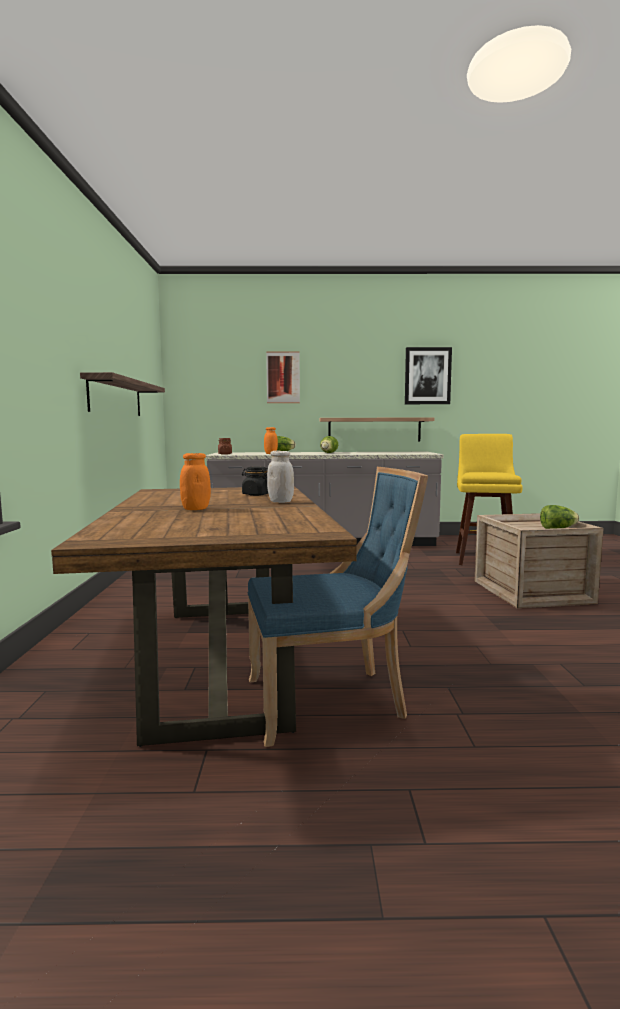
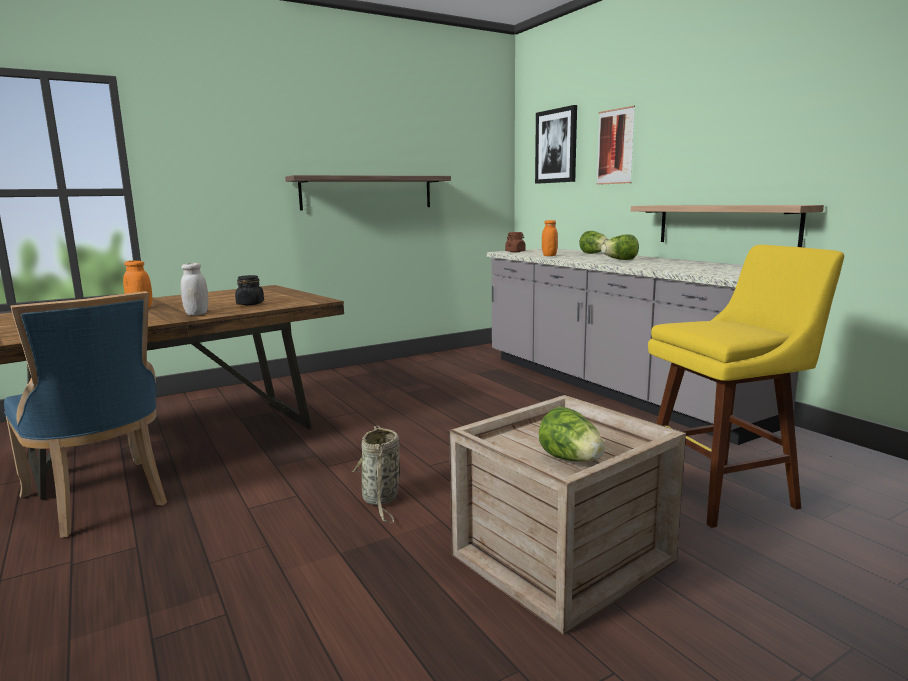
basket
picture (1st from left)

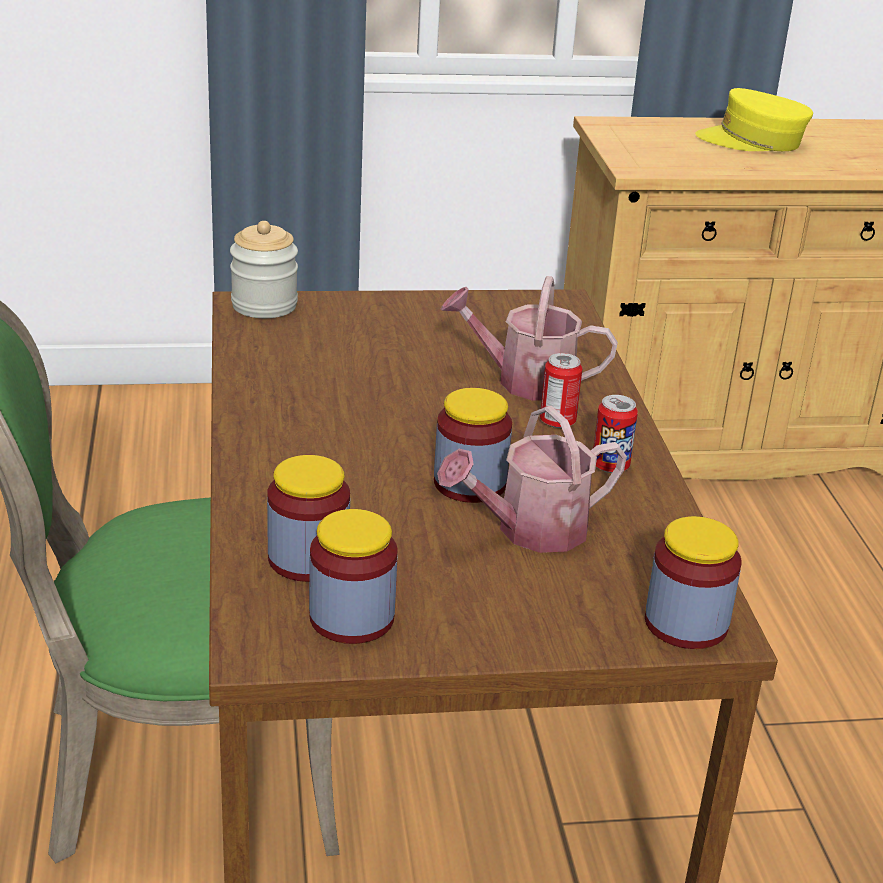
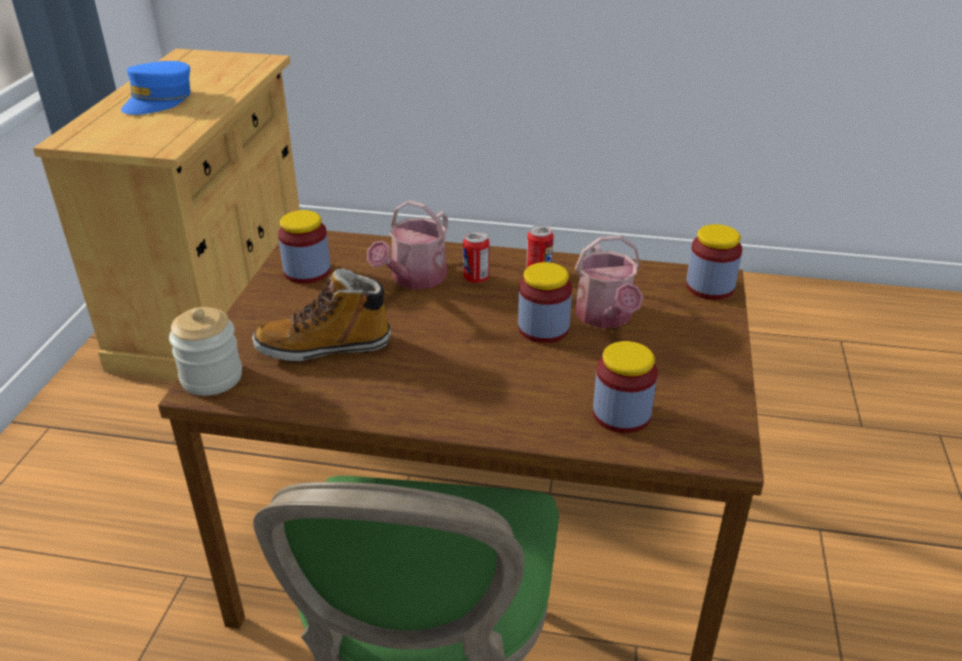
cap (blue)
boot
jar (2nd from left)

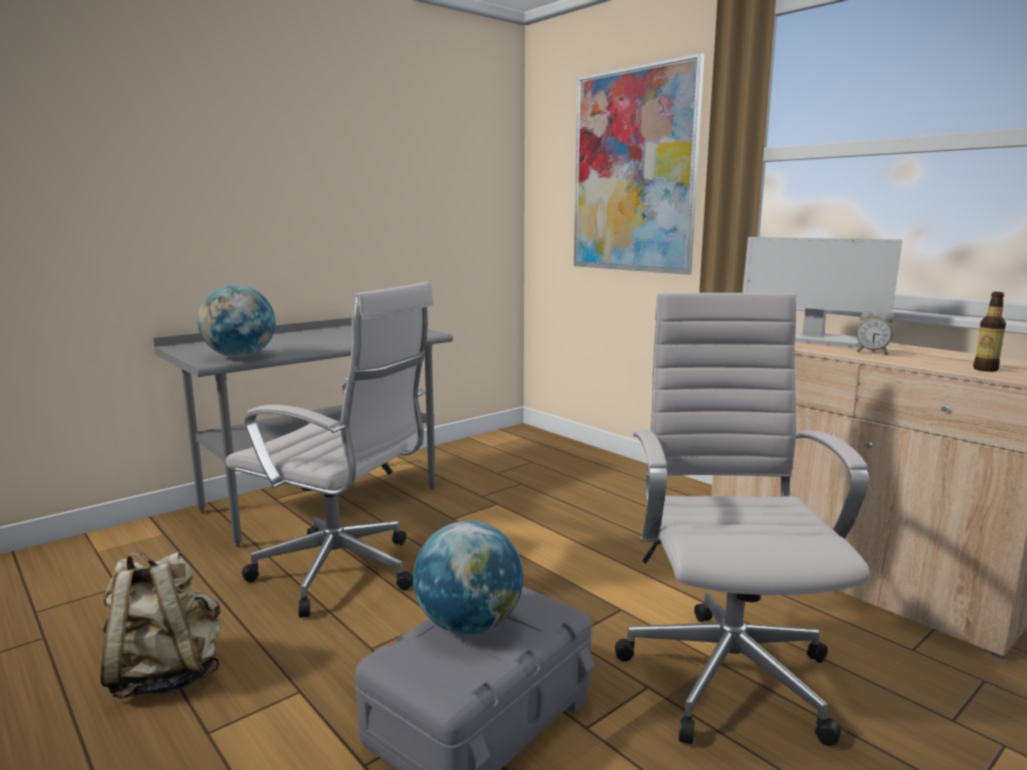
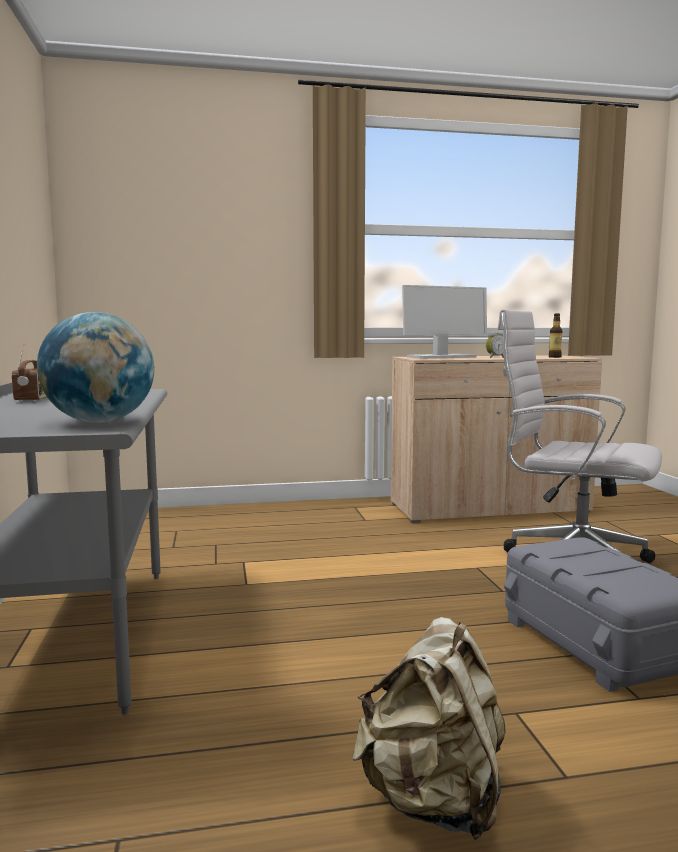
radio
office chair (white) (1st from left in the first image)
globe (2nd from left in the first image)
picture

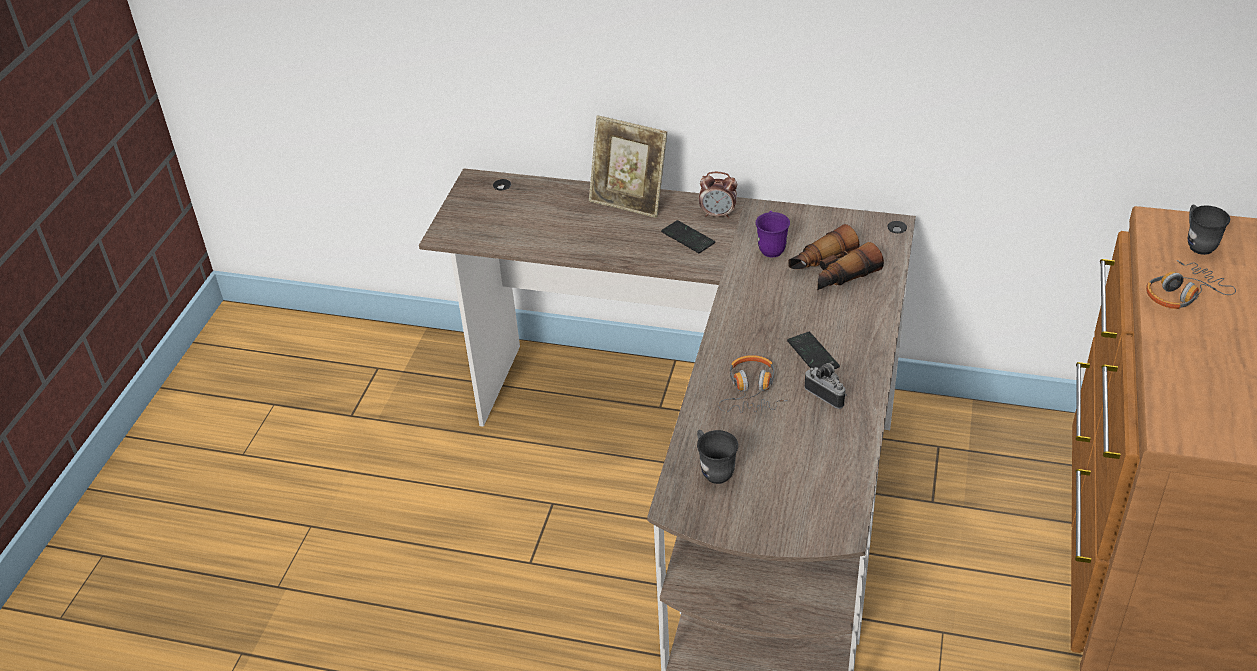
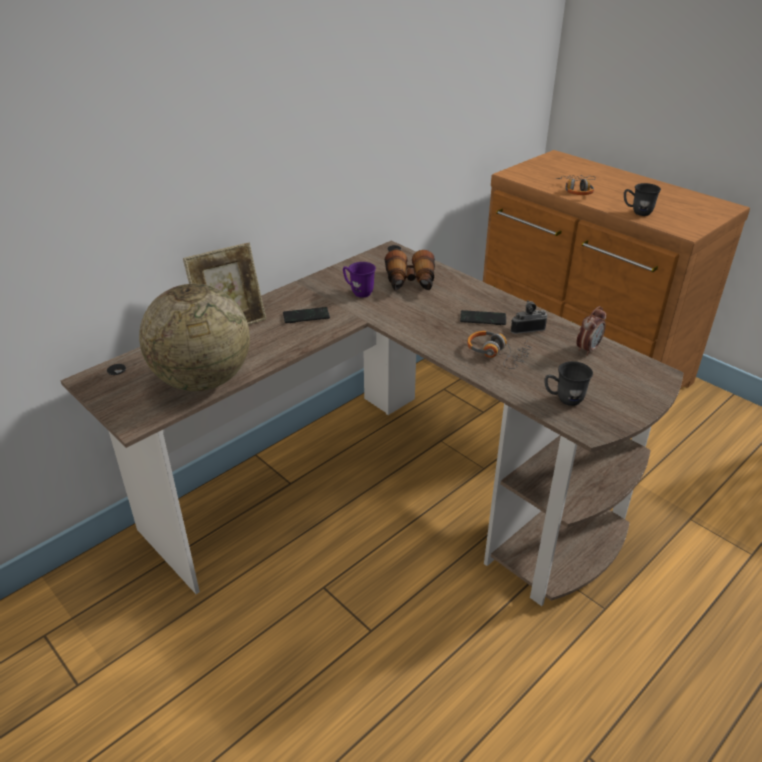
globe
alarm clock
mug (grey) (2nd from left)

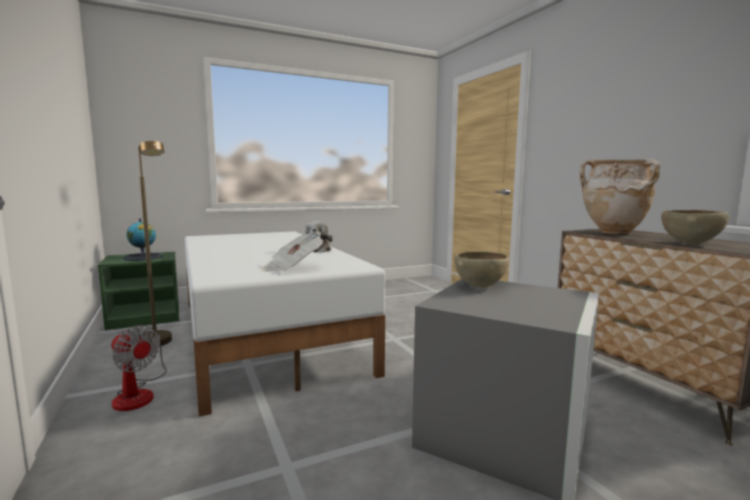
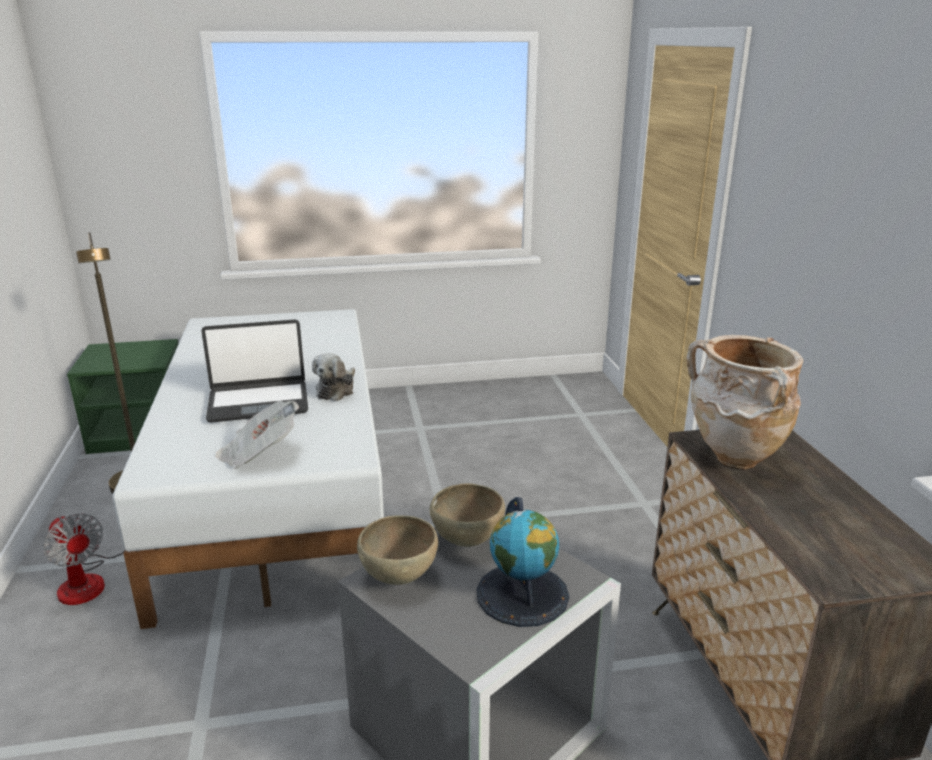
laptop
bowl (brown) (1st from left)
globe

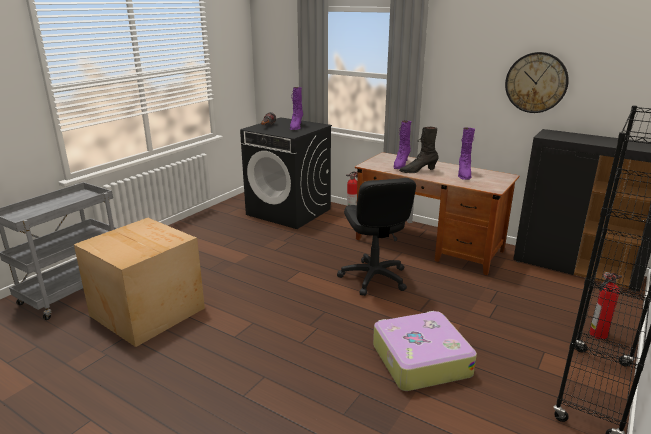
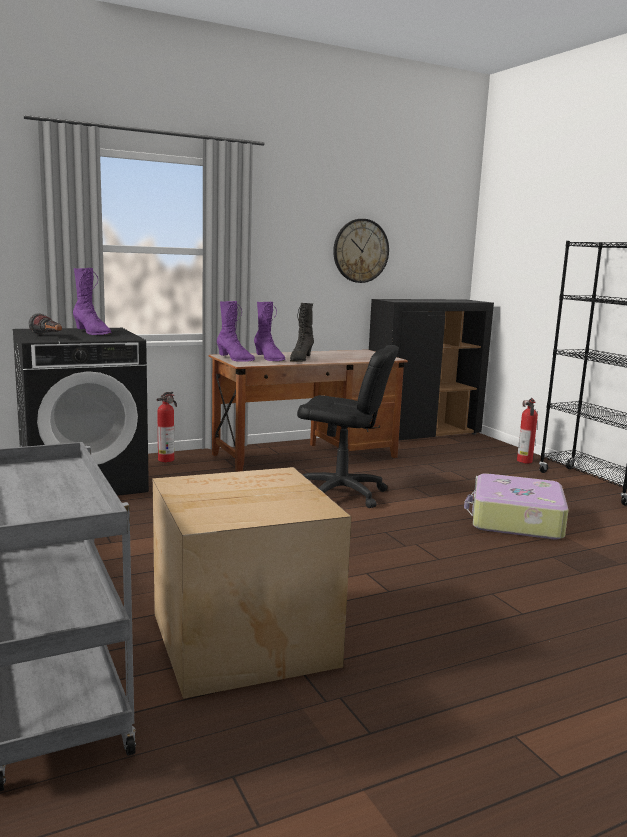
boot (purple) (2nd from left)

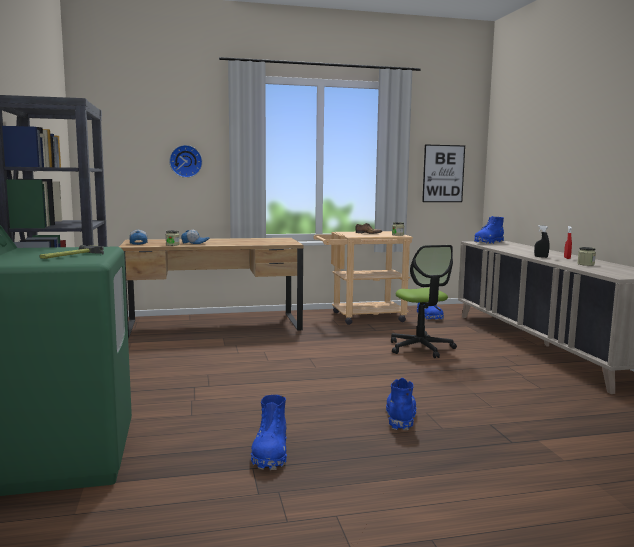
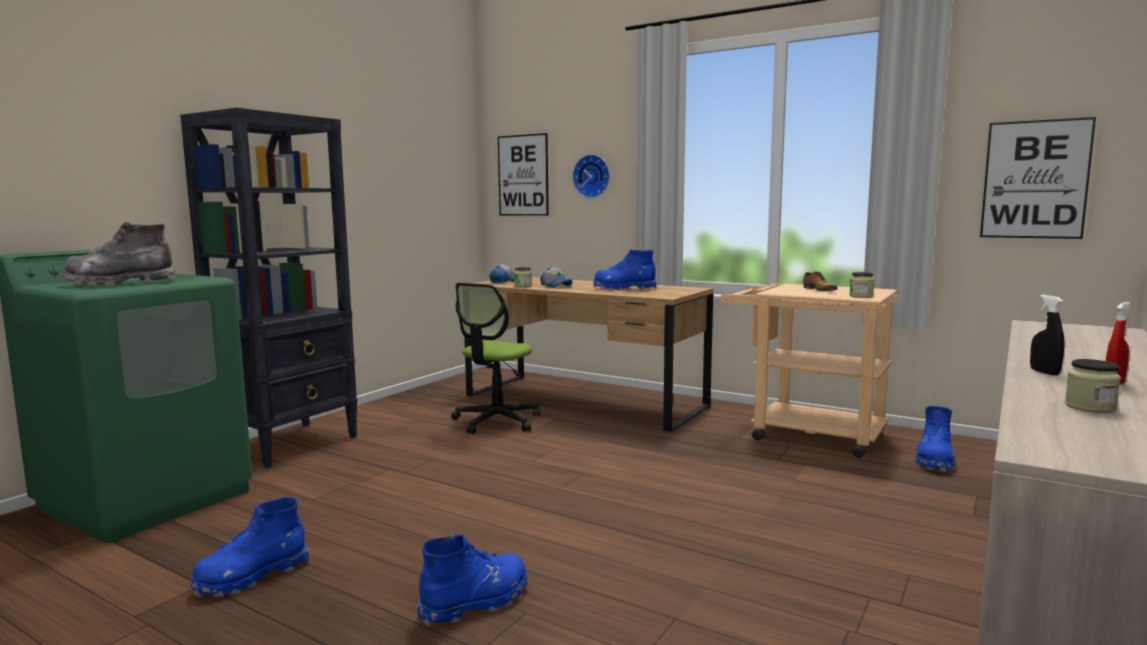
boot (grey)
office chair
picture (1st from left)
boot (blue) (3rd from left)

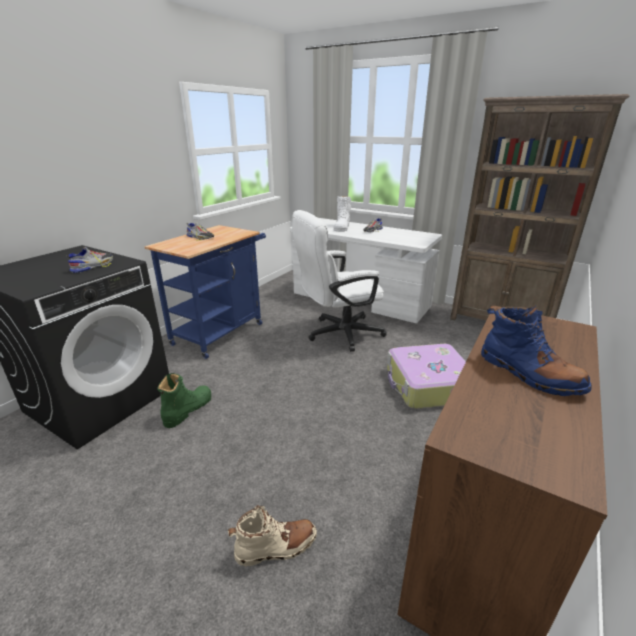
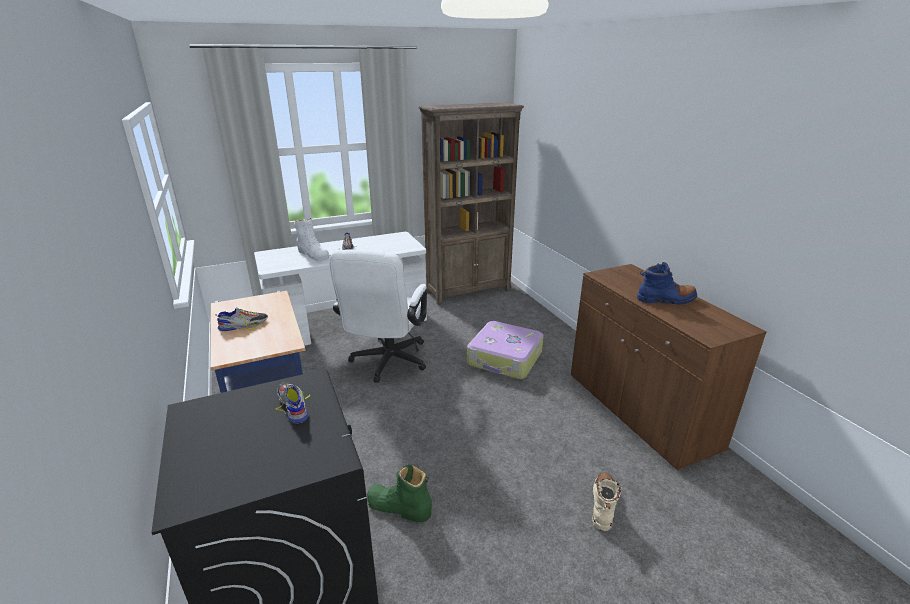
boot (green)

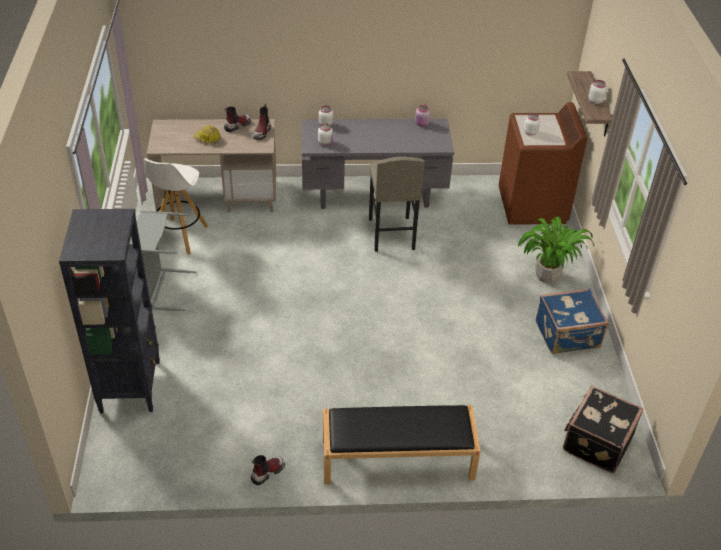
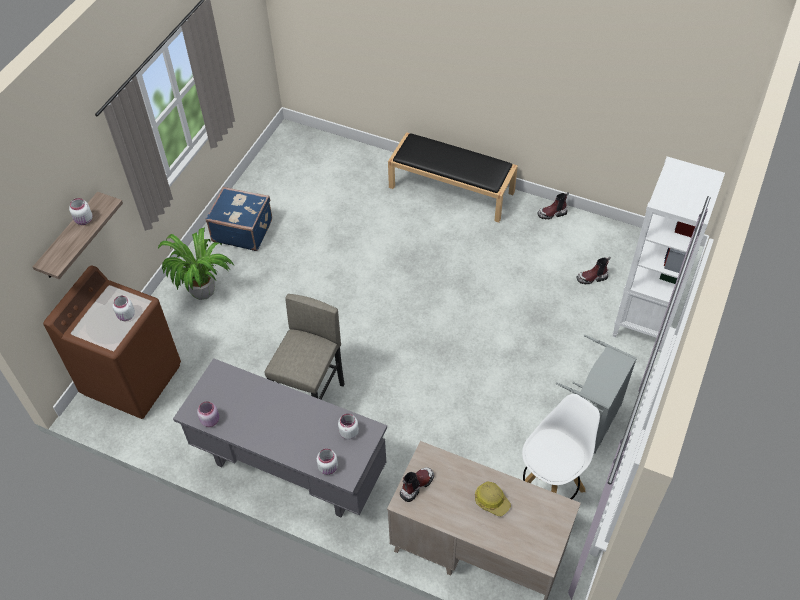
boot (3rd from left)
bookcase (white)
suitcase (black)

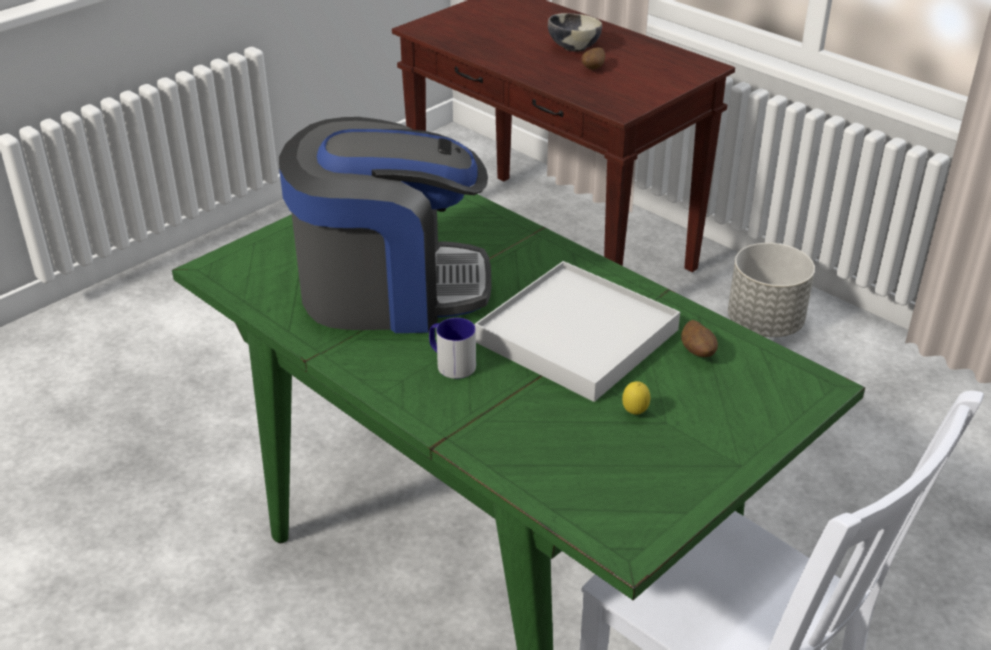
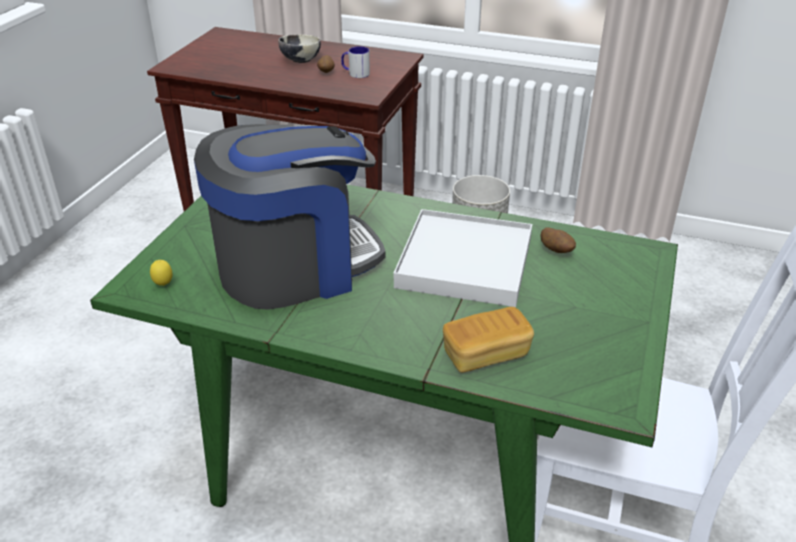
lemon
mug
bread

